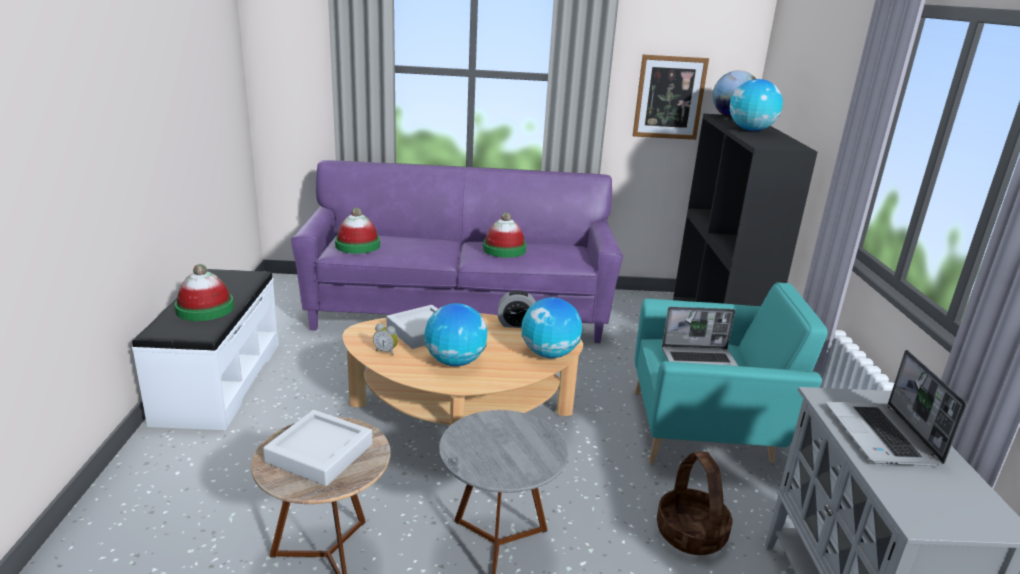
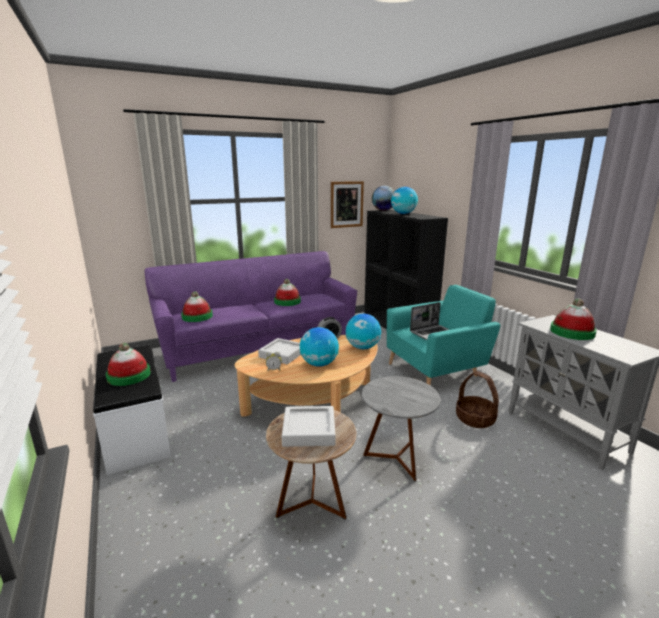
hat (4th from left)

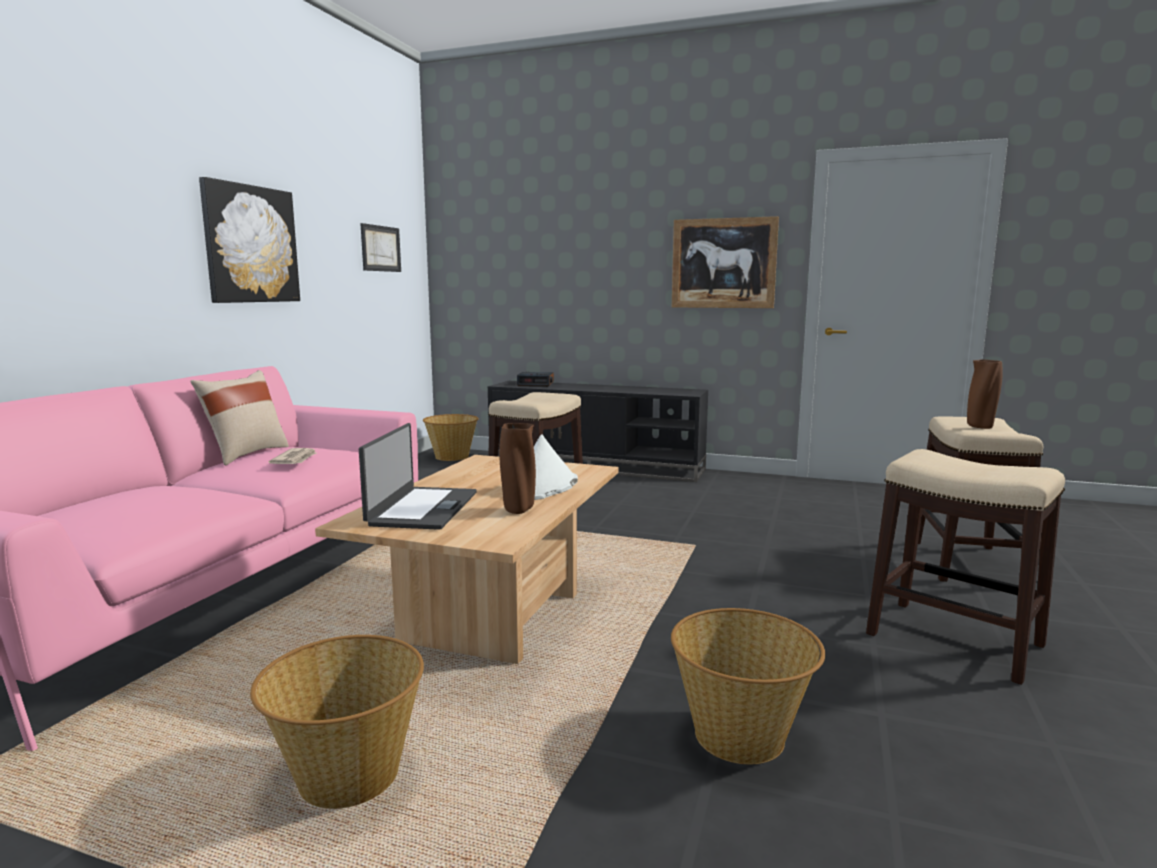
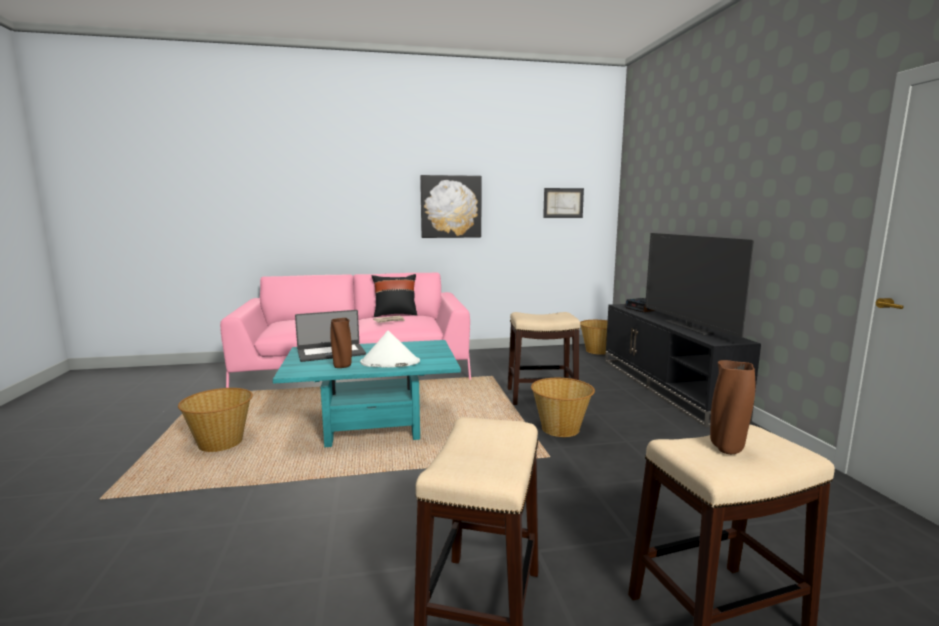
coffee table (turquoise)
pillow (black)
basket (2nd from left)
television
picture (3rd from left in the first image)

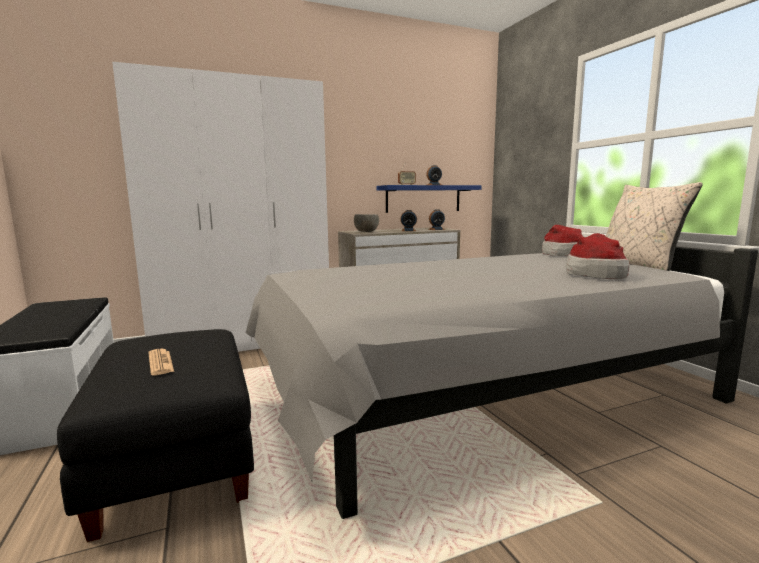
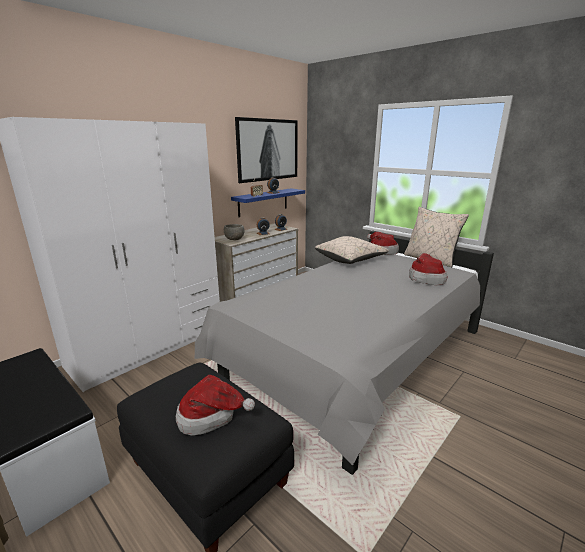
hat (1st from left)
picture
pillow (beige) (1st from left)

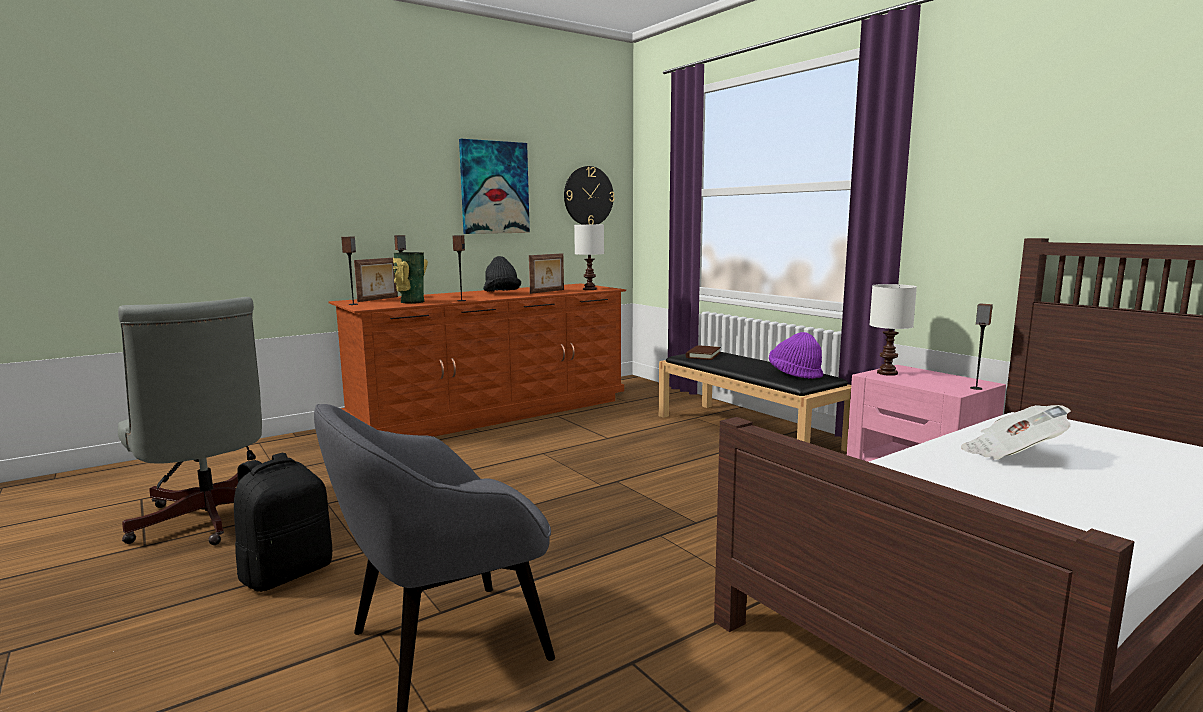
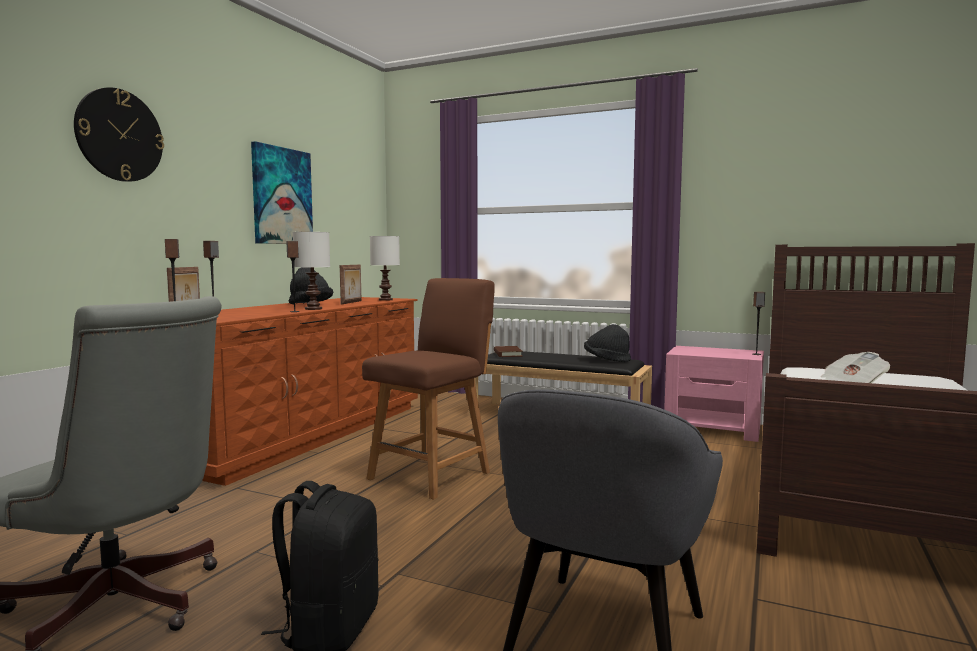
wall clock
table lamp (white) (1st from left)
chair (brown)
hat (black) (2nd from left)
vase

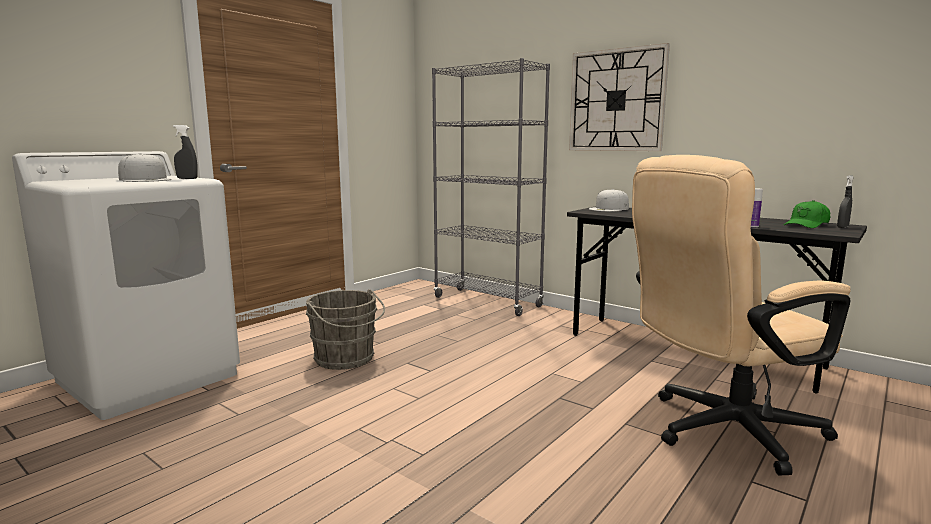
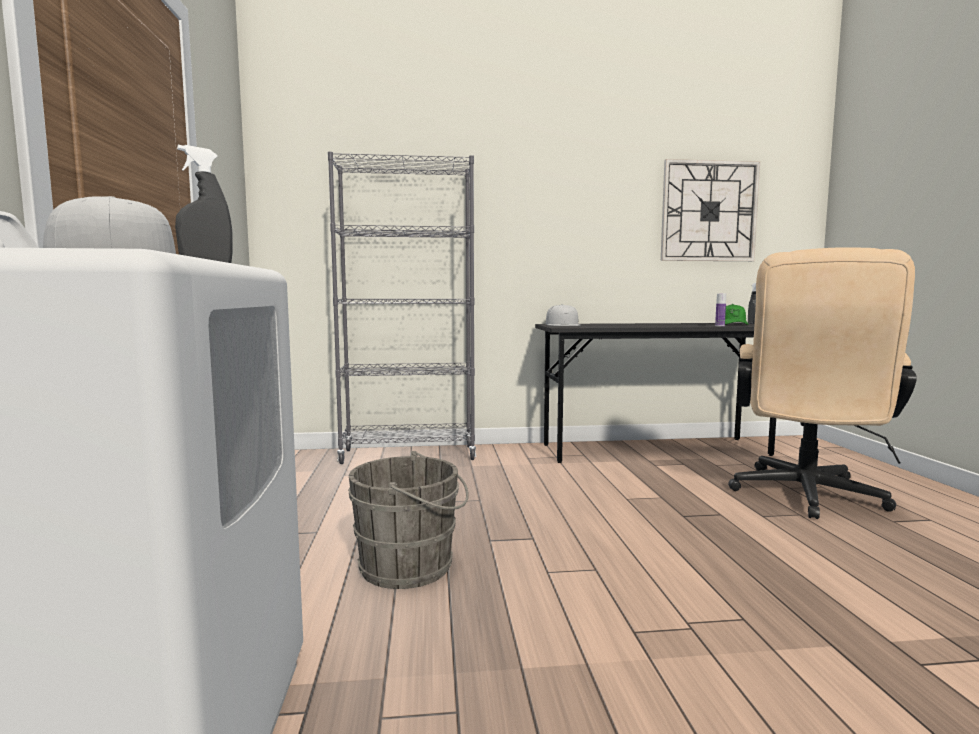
wall clock

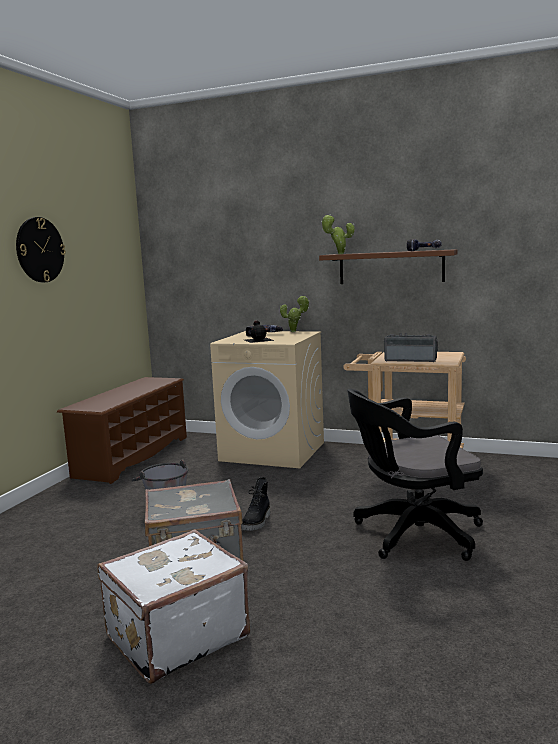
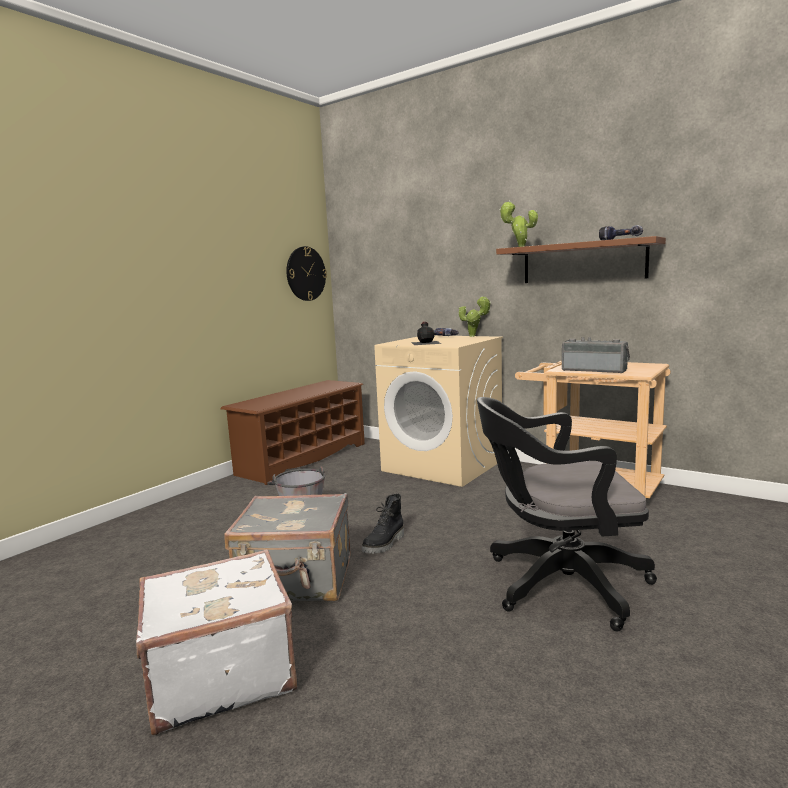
wall clock

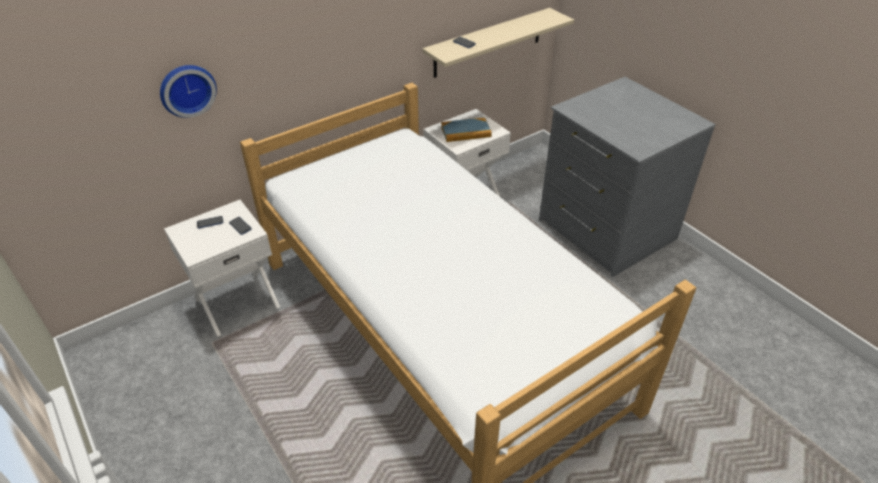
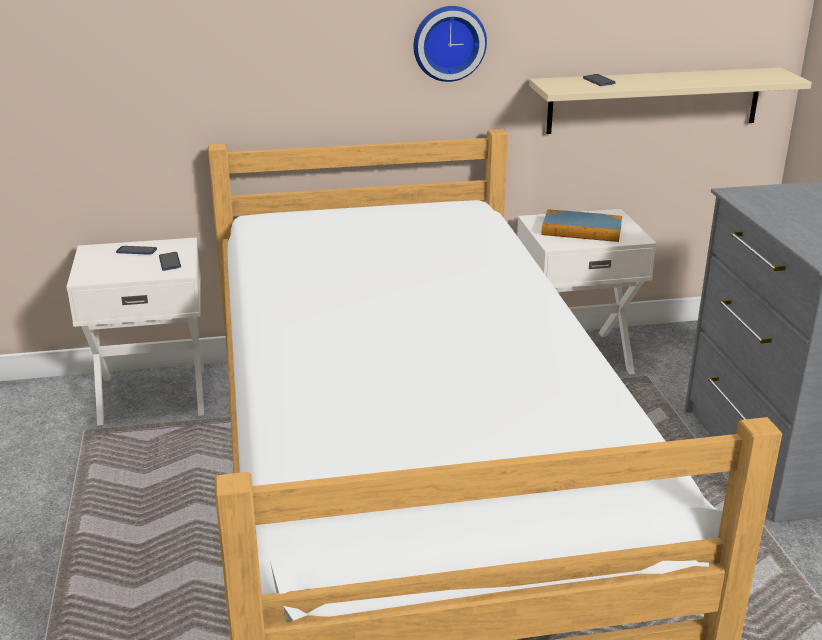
wall clock

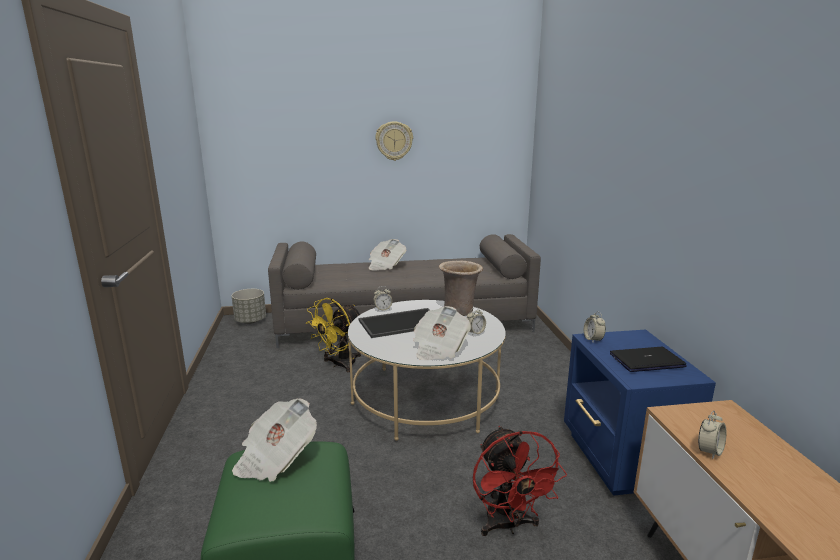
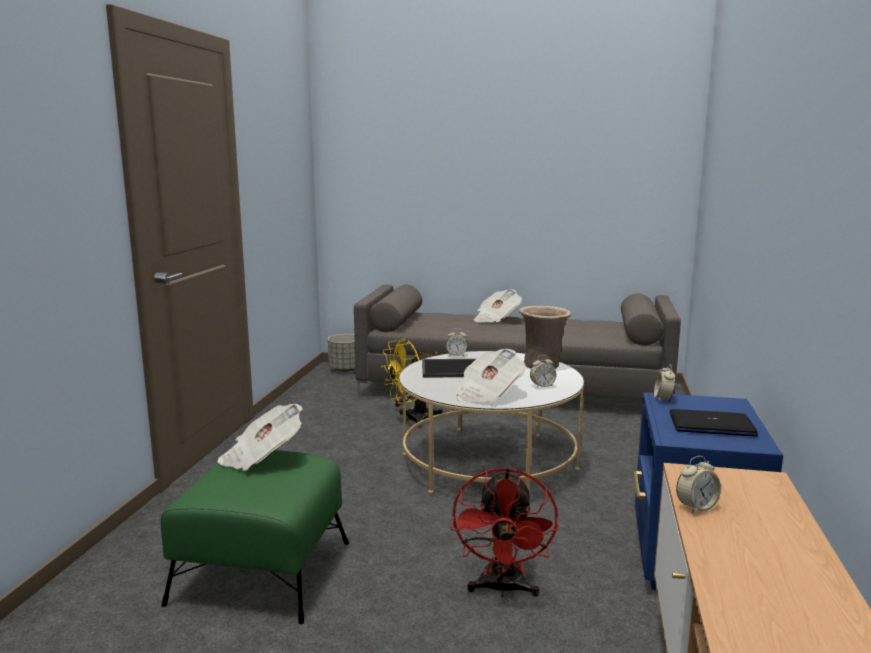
wall clock

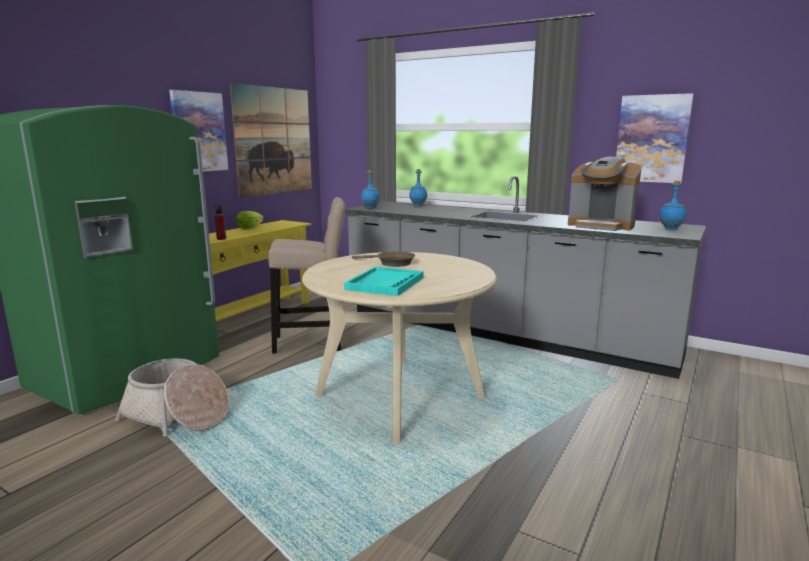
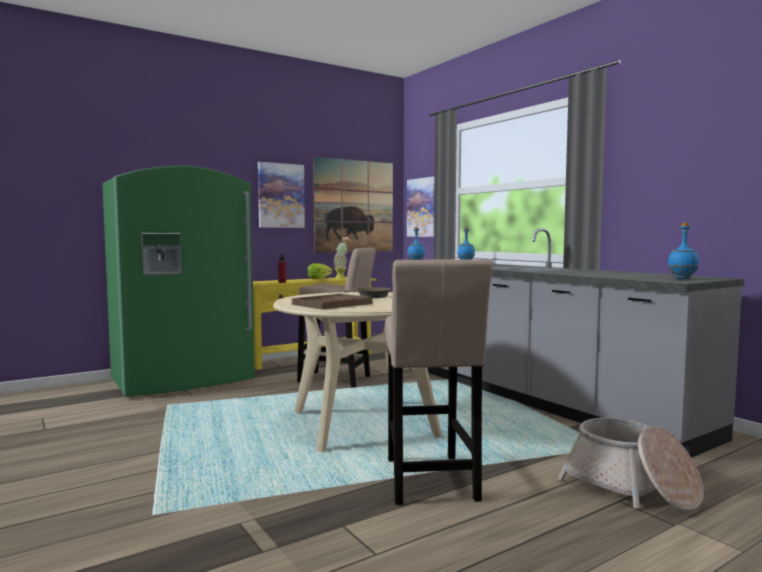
tray (brown)
potted plant
stool (beige) (2nd from left)
picture (3rd from left)
basket
coffee machine

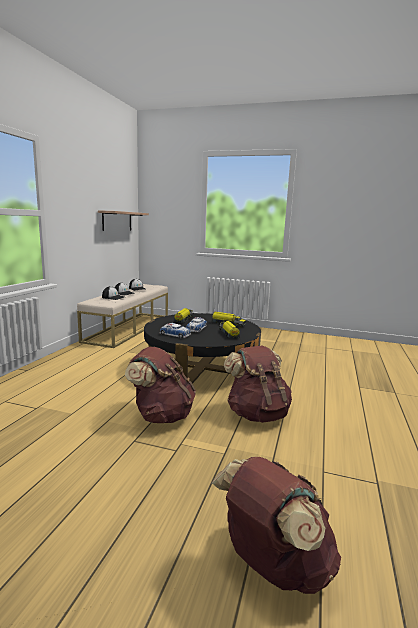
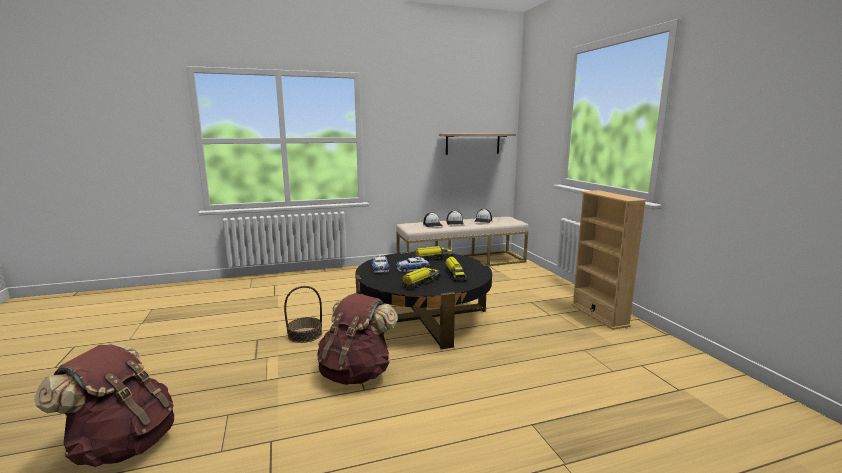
basket
bookcase (beige)

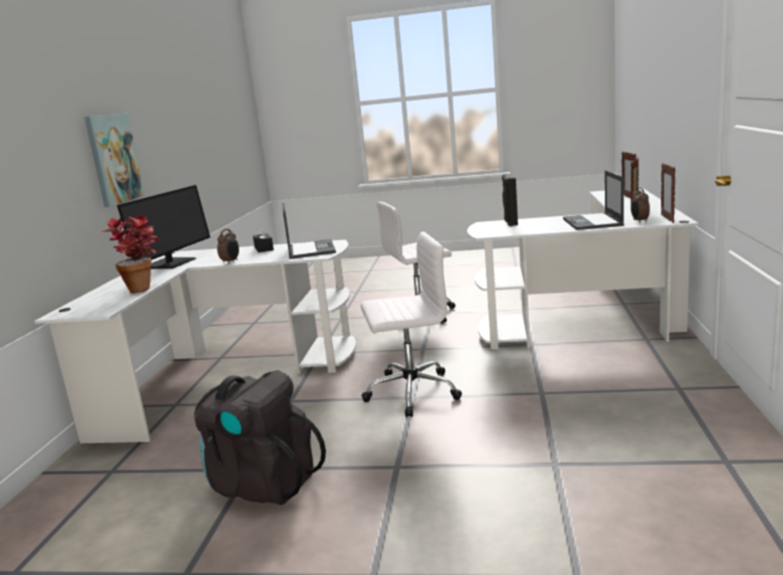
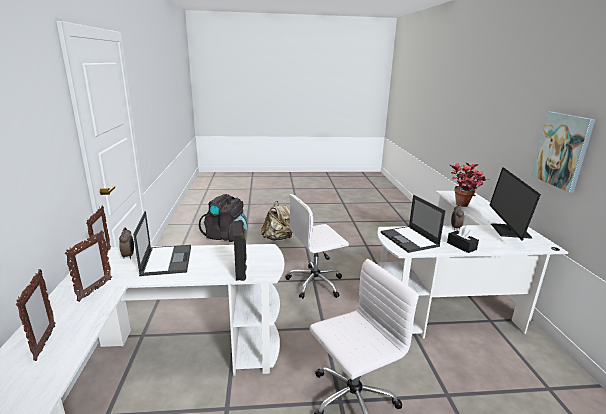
backpack (black)
backpack (beige)

